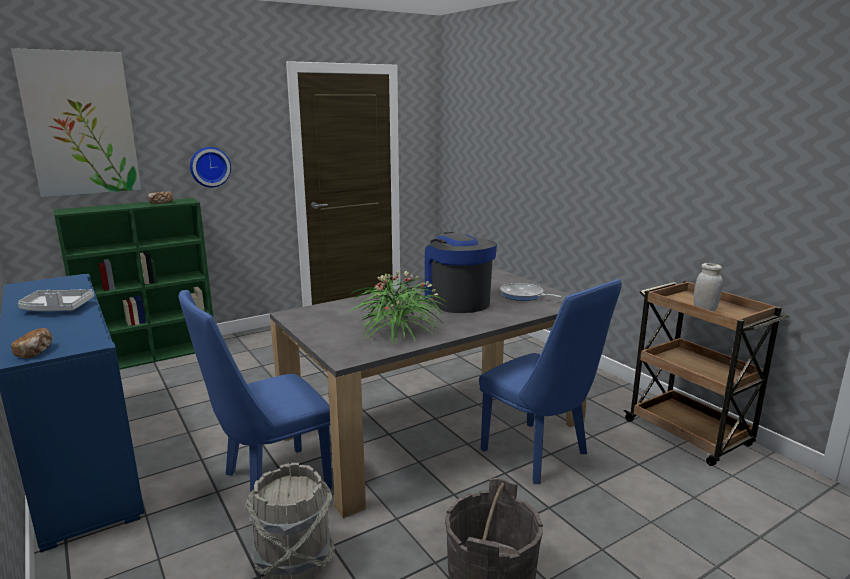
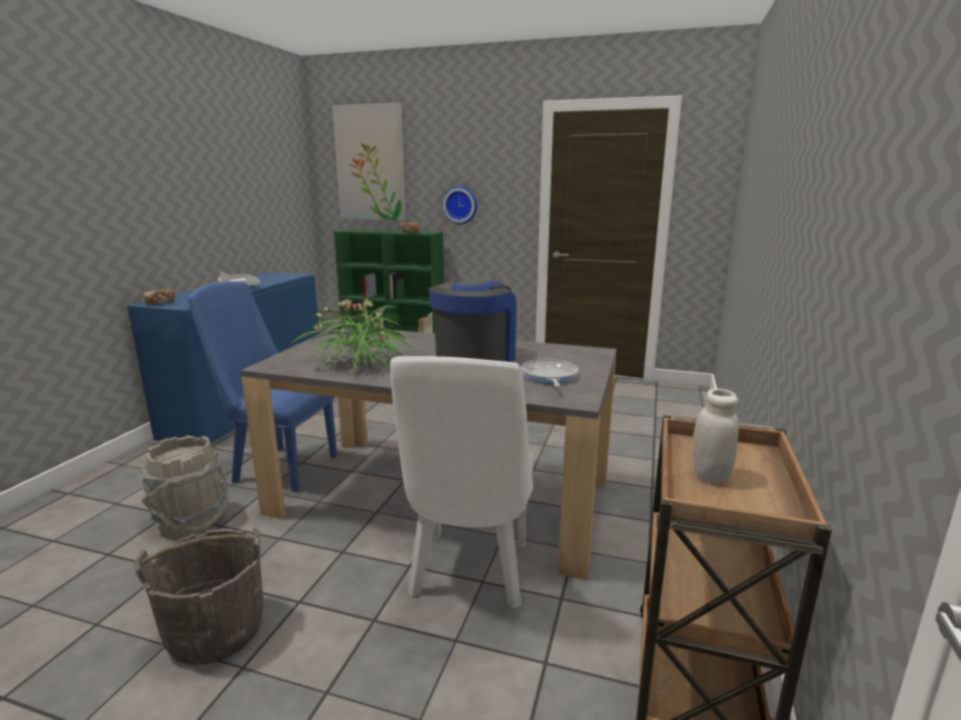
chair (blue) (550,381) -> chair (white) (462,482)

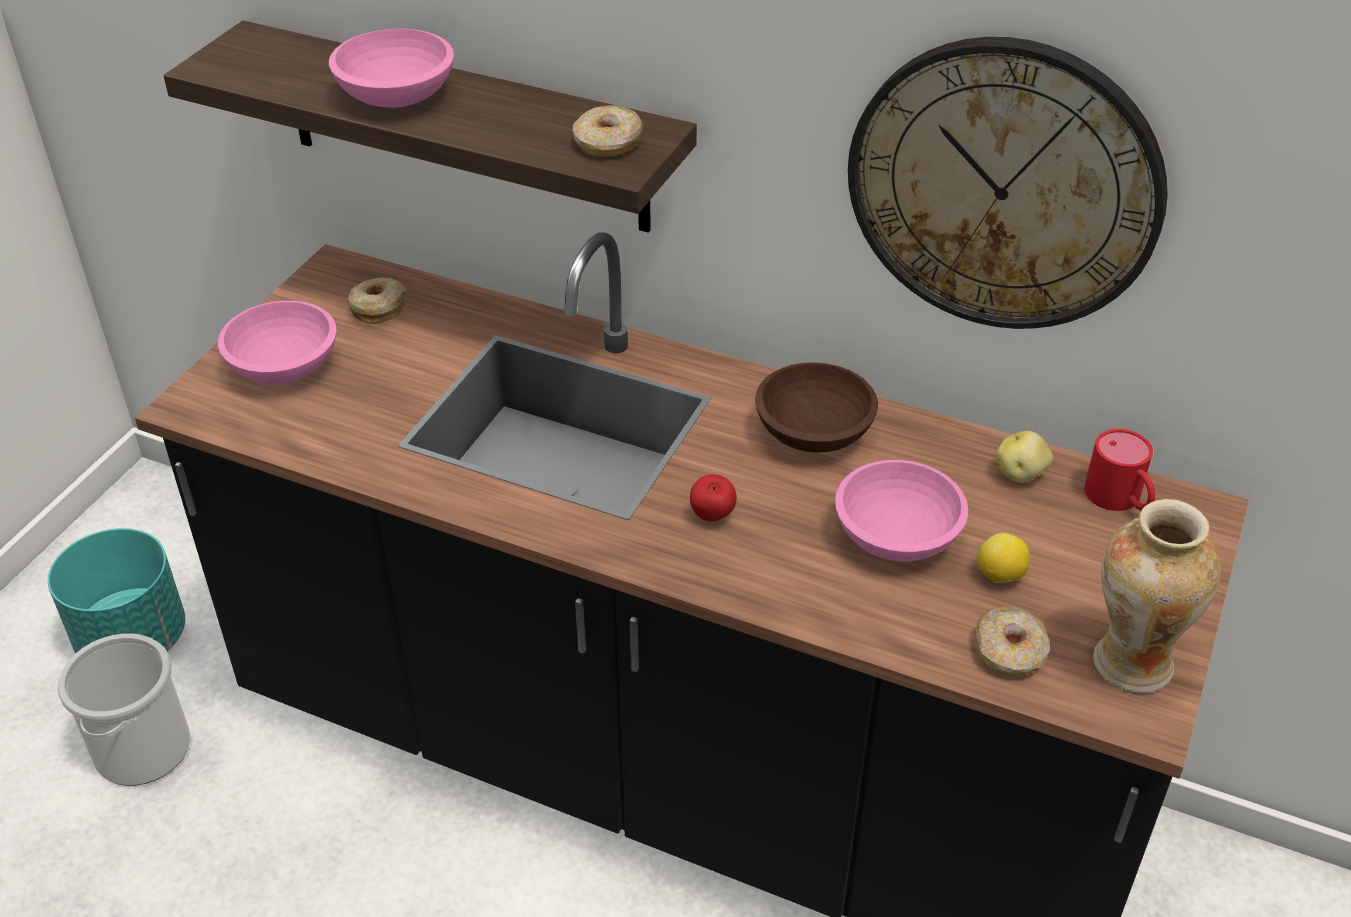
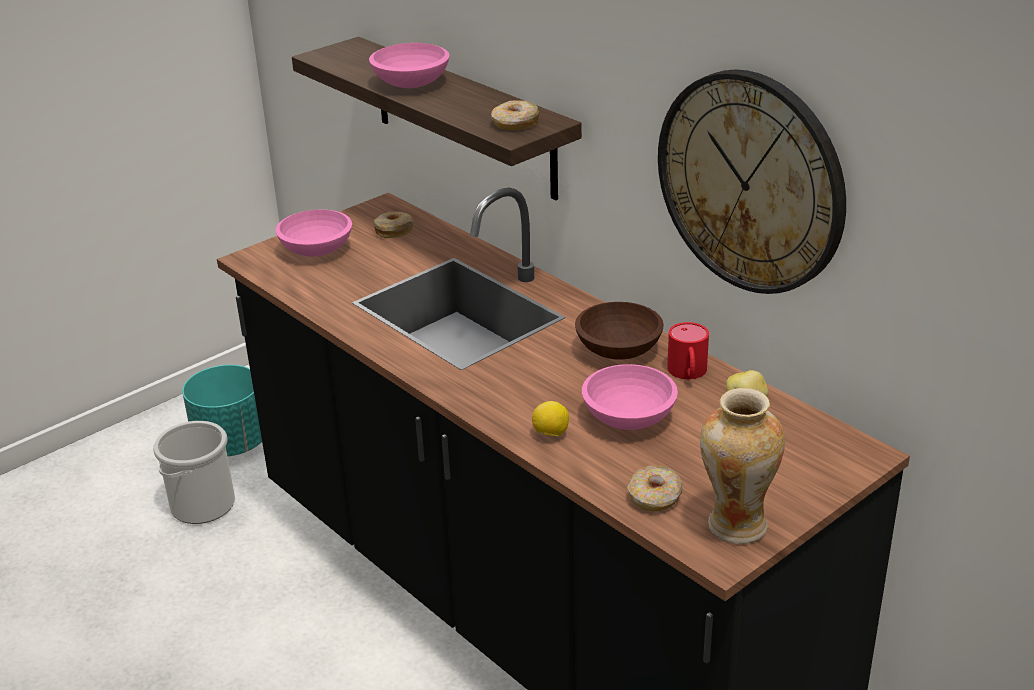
mug (red) (1119,470) -> mug (red) (688,350), move
apple (713,498) -> none
lemon (1003,558) -> lemon (550,418), move

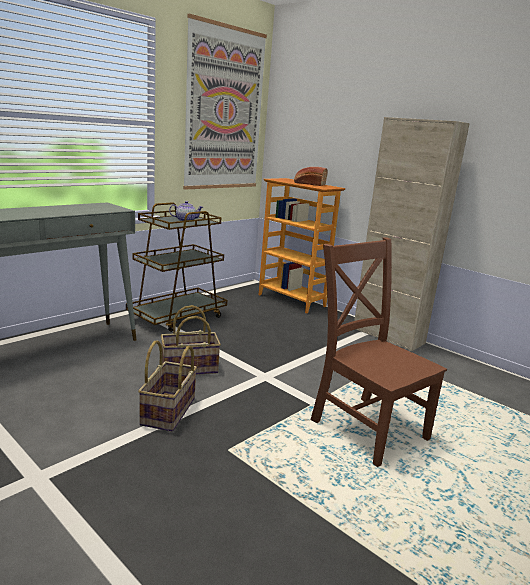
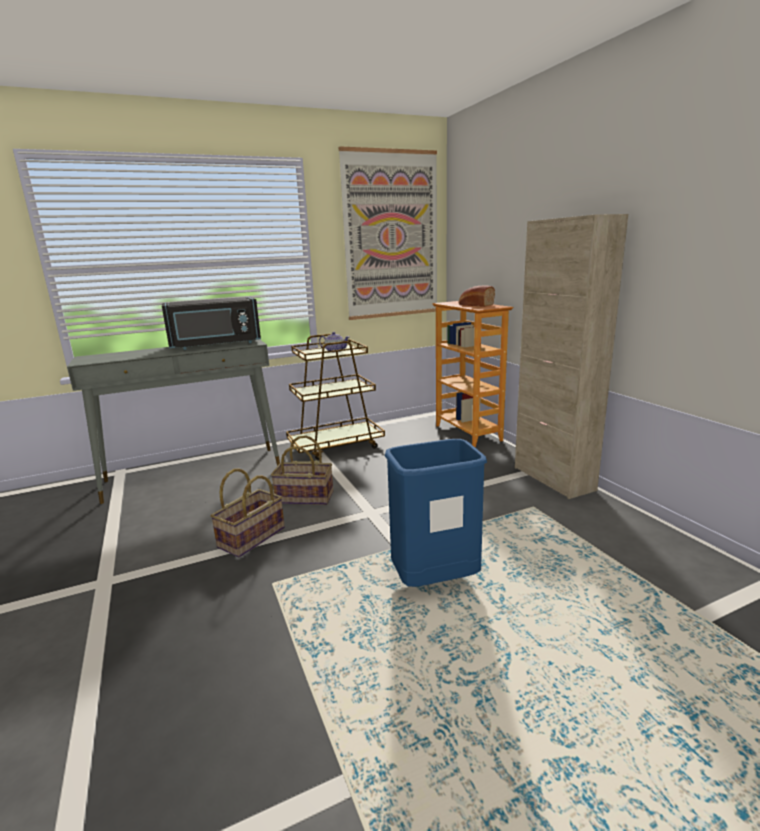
chair (brown) (379,352) -> trash can (blue) (436,513)
none -> microwave (black) (211,323)

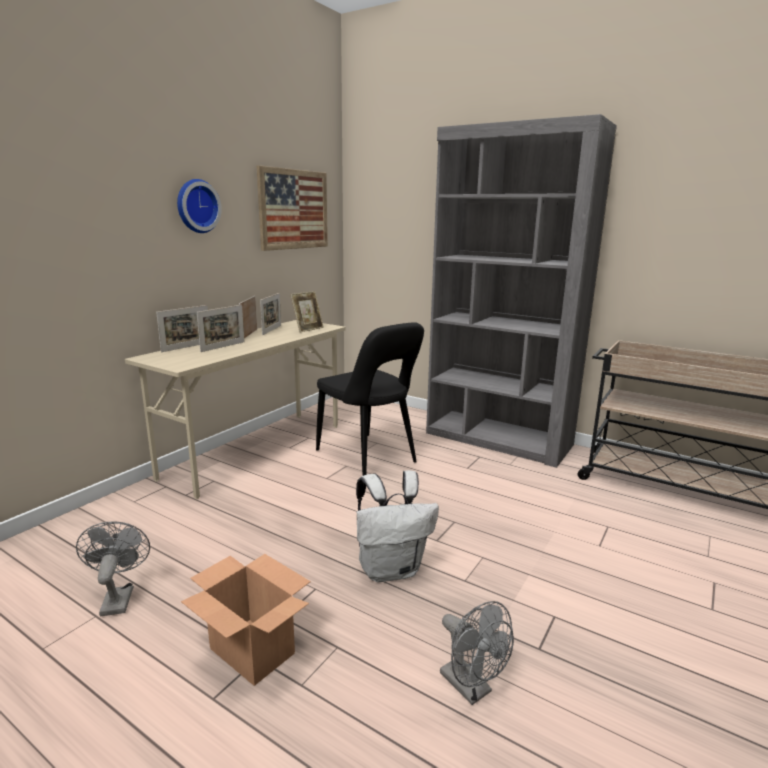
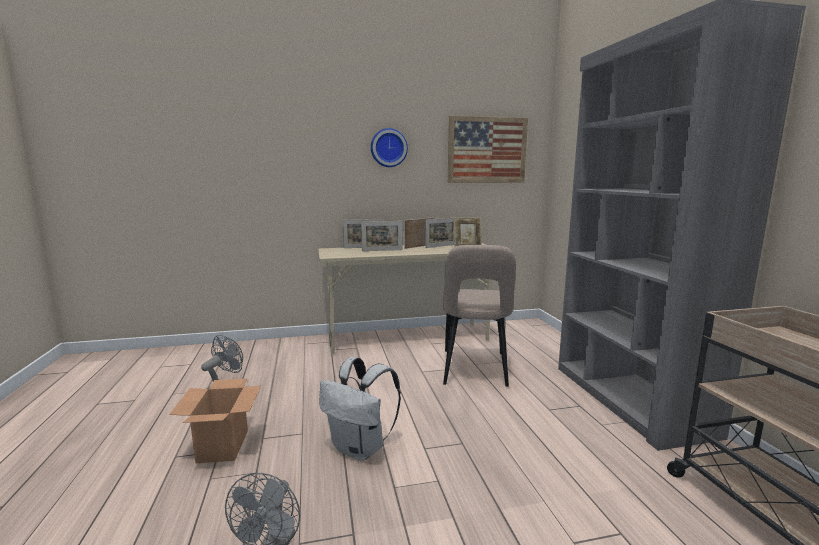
chair (black) (370,399) -> chair (beige) (479,316)

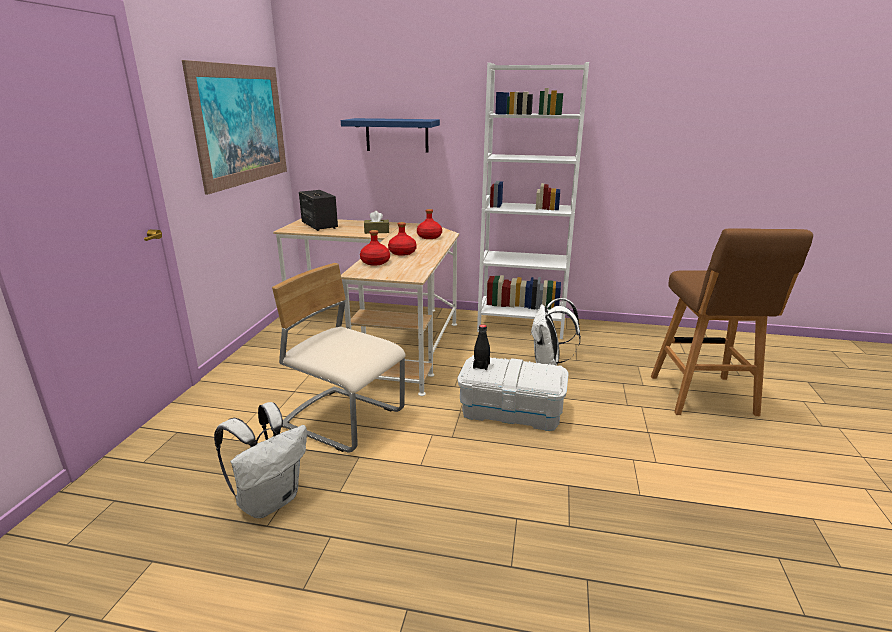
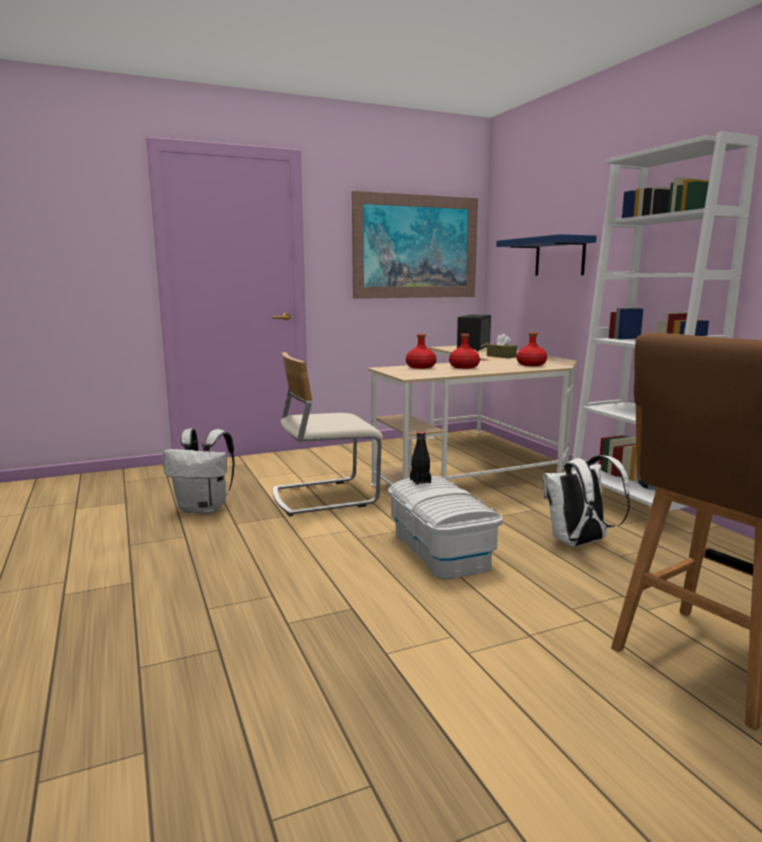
chair (beige) (339,358) -> chair (beige) (328,434), 105 degrees counterclockwise

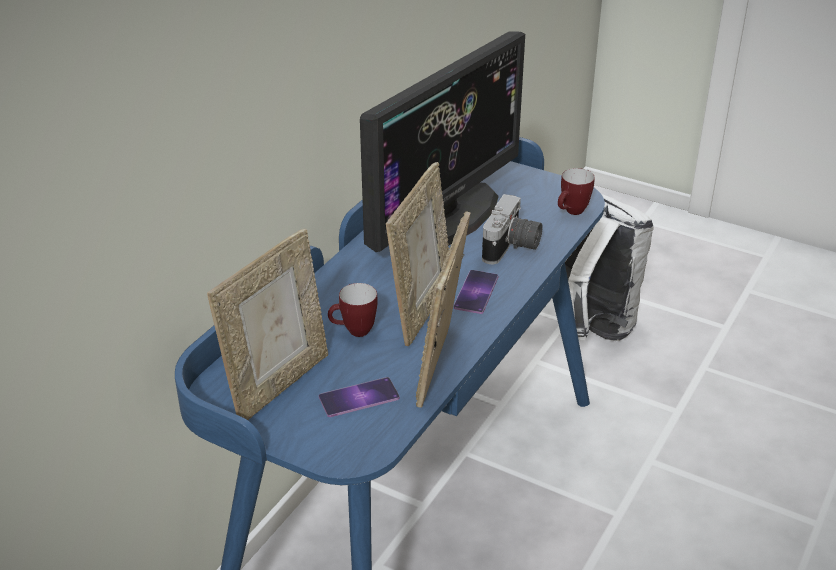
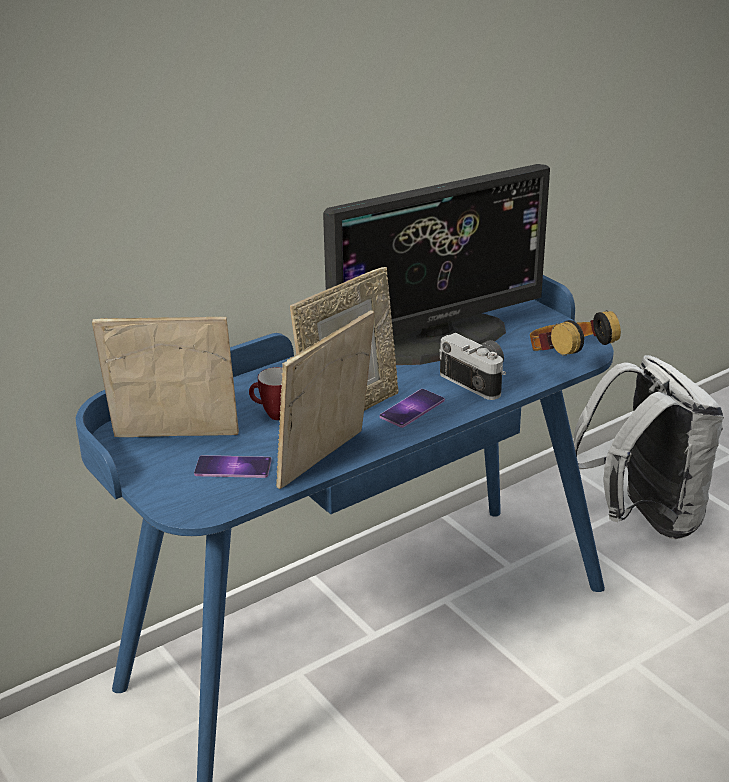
mug (576,191) -> headphones (575,333)
photo camera (512,229) -> photo camera (472,366), 90 degrees counterclockwise
picture frame (267,324) -> picture frame (165,377), 150 degrees counterclockwise

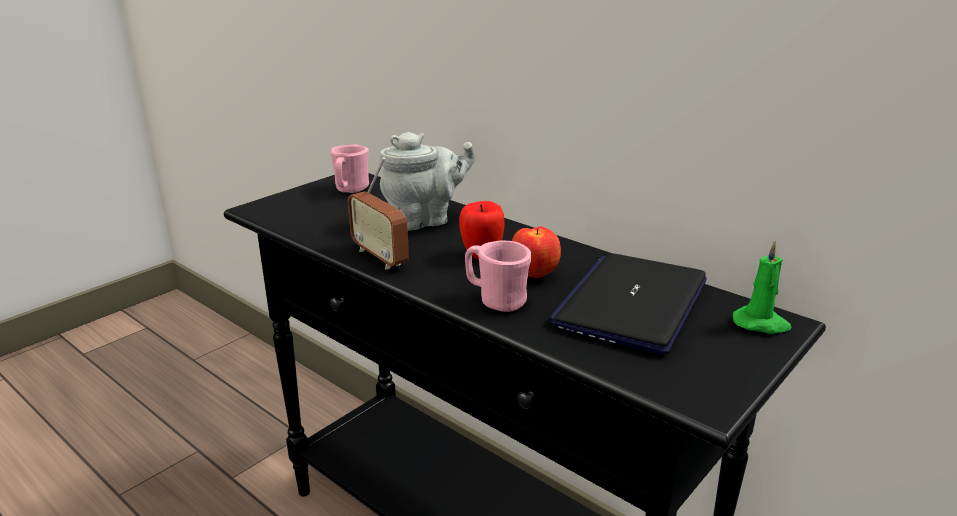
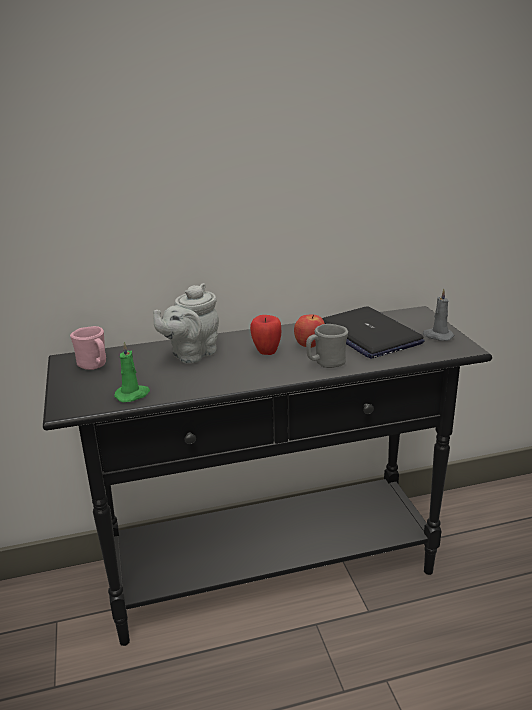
teapot (grey) (427,181) -> teapot (grey) (186,323), 150 degrees counterclockwise
radio (378,213) -> none
mug (pink) (498,276) -> mug (grey) (327,346)
candle (green) (762,287) -> candle (green) (132,372), move
none -> candle (grey) (439,315)

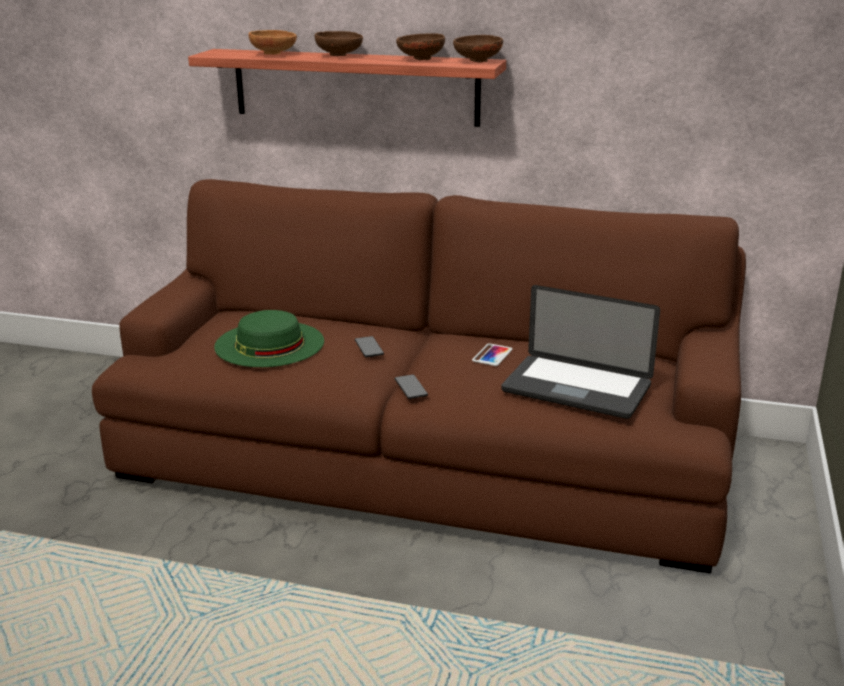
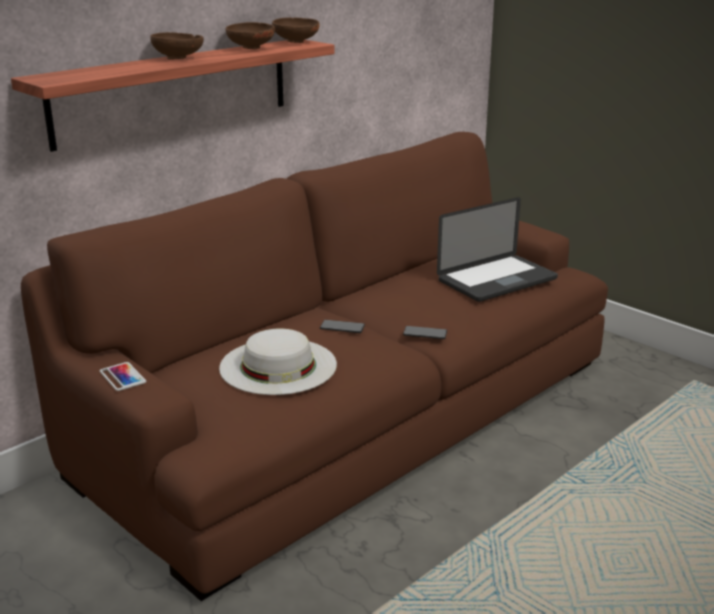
bowl (brown) (273,42) -> none
hat (green) (269,338) -> hat (white) (278,362)
phone (492,354) -> phone (123,376), move

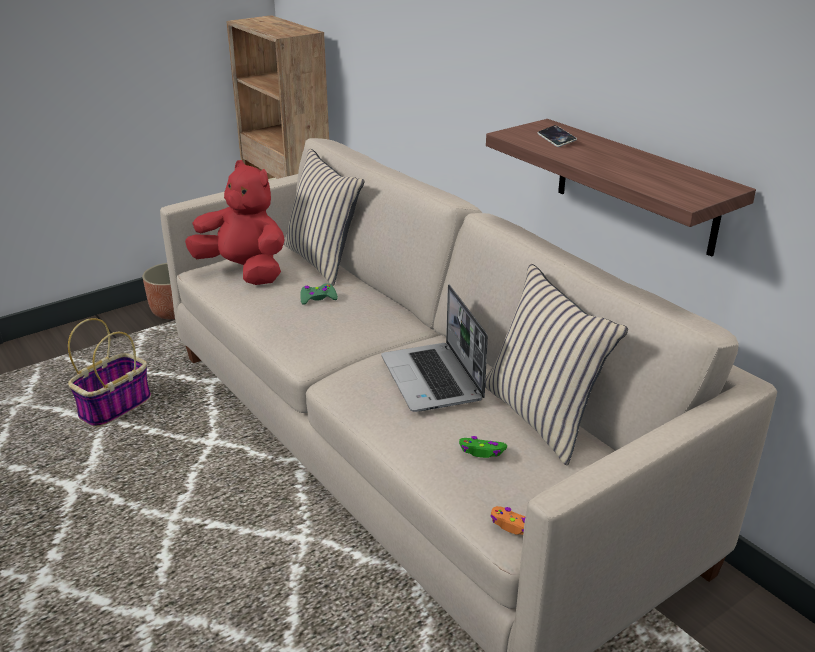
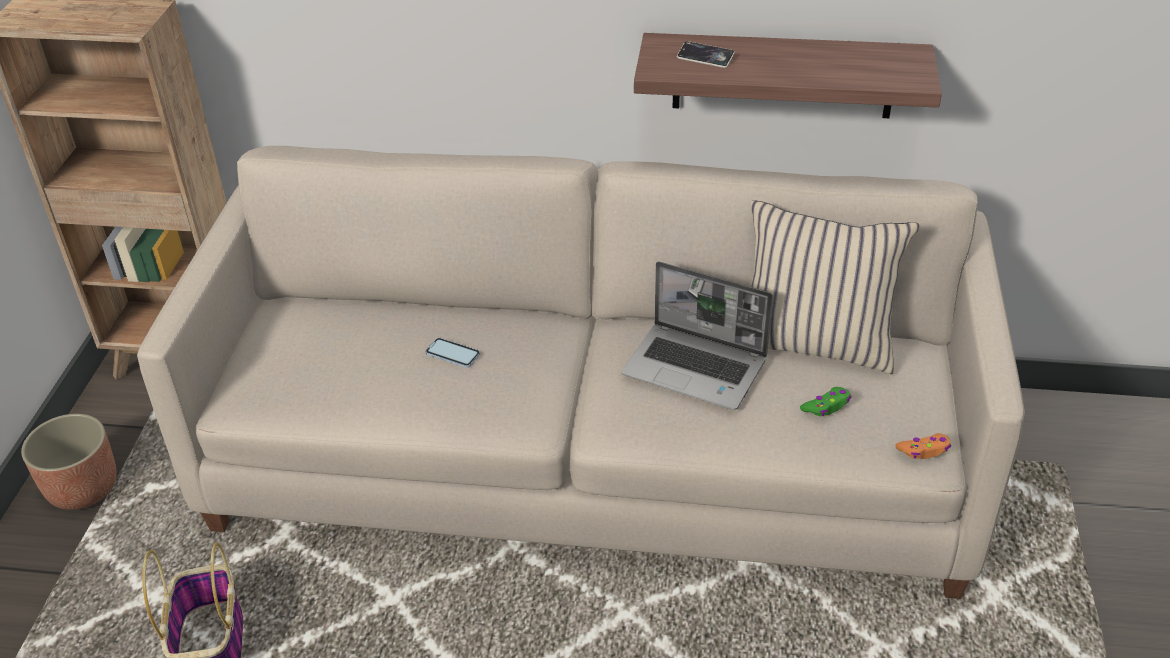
pillow (beige) (323,217) -> none
plush toy (red) (235,222) -> none
game controller (green) (319,294) -> phone (453,353)

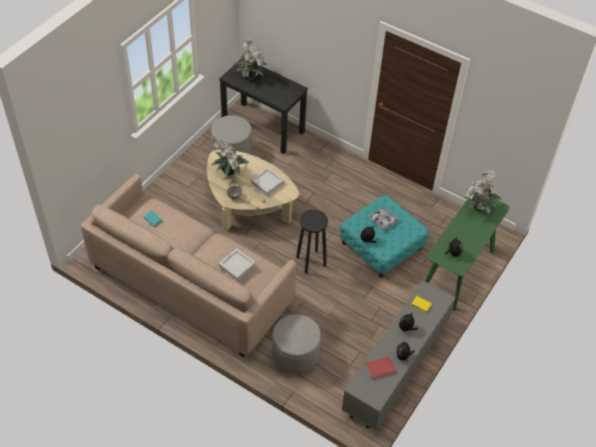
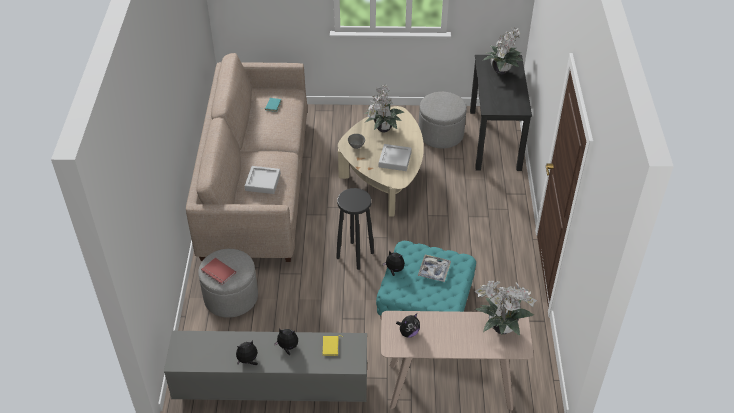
console table (green) (467,254) -> console table (beige) (457,361)
book (red) (381,367) -> book (red) (218,271), move

